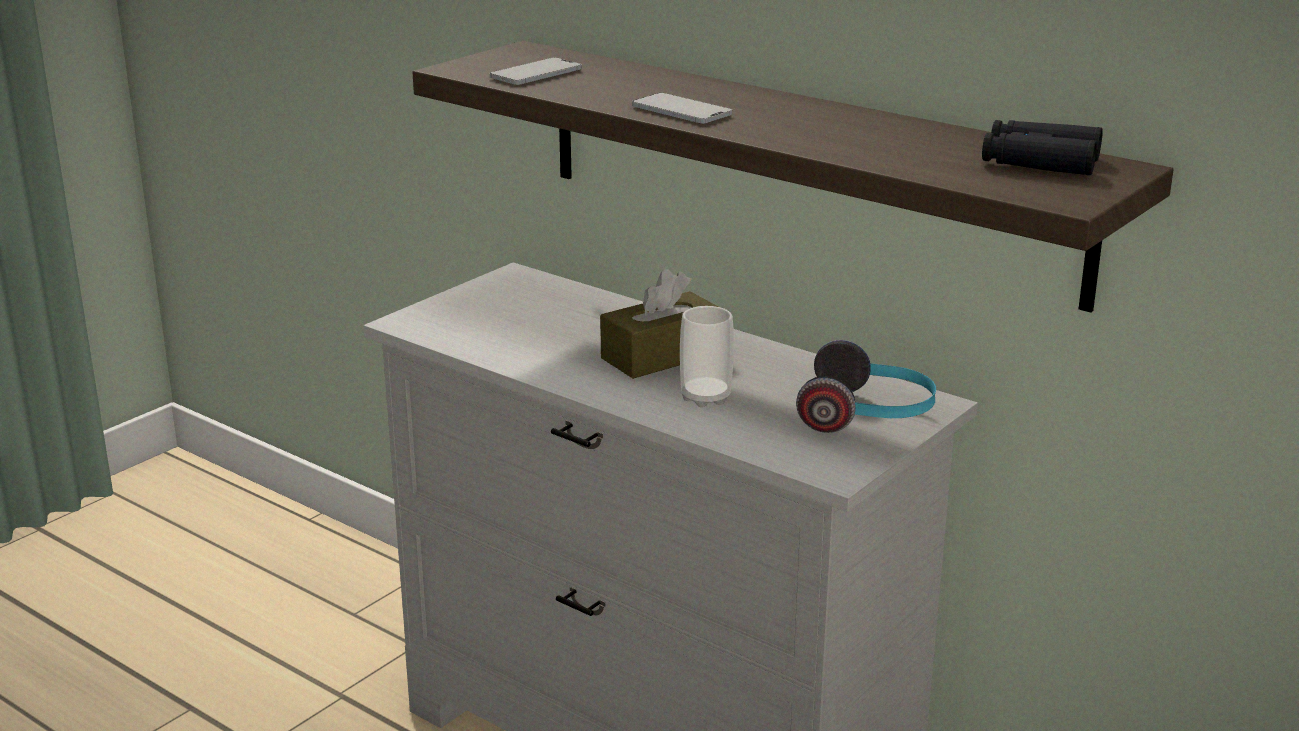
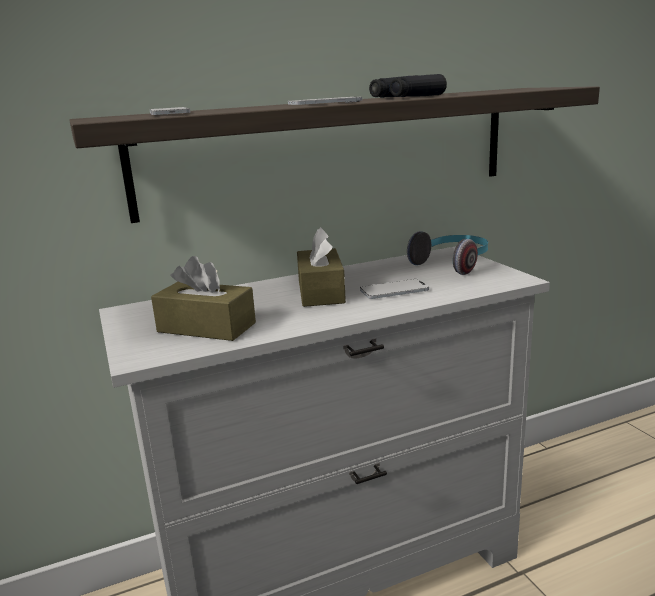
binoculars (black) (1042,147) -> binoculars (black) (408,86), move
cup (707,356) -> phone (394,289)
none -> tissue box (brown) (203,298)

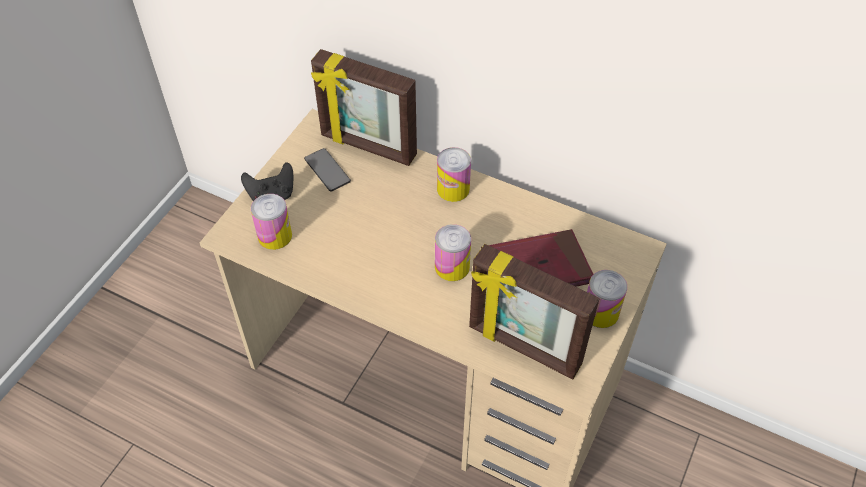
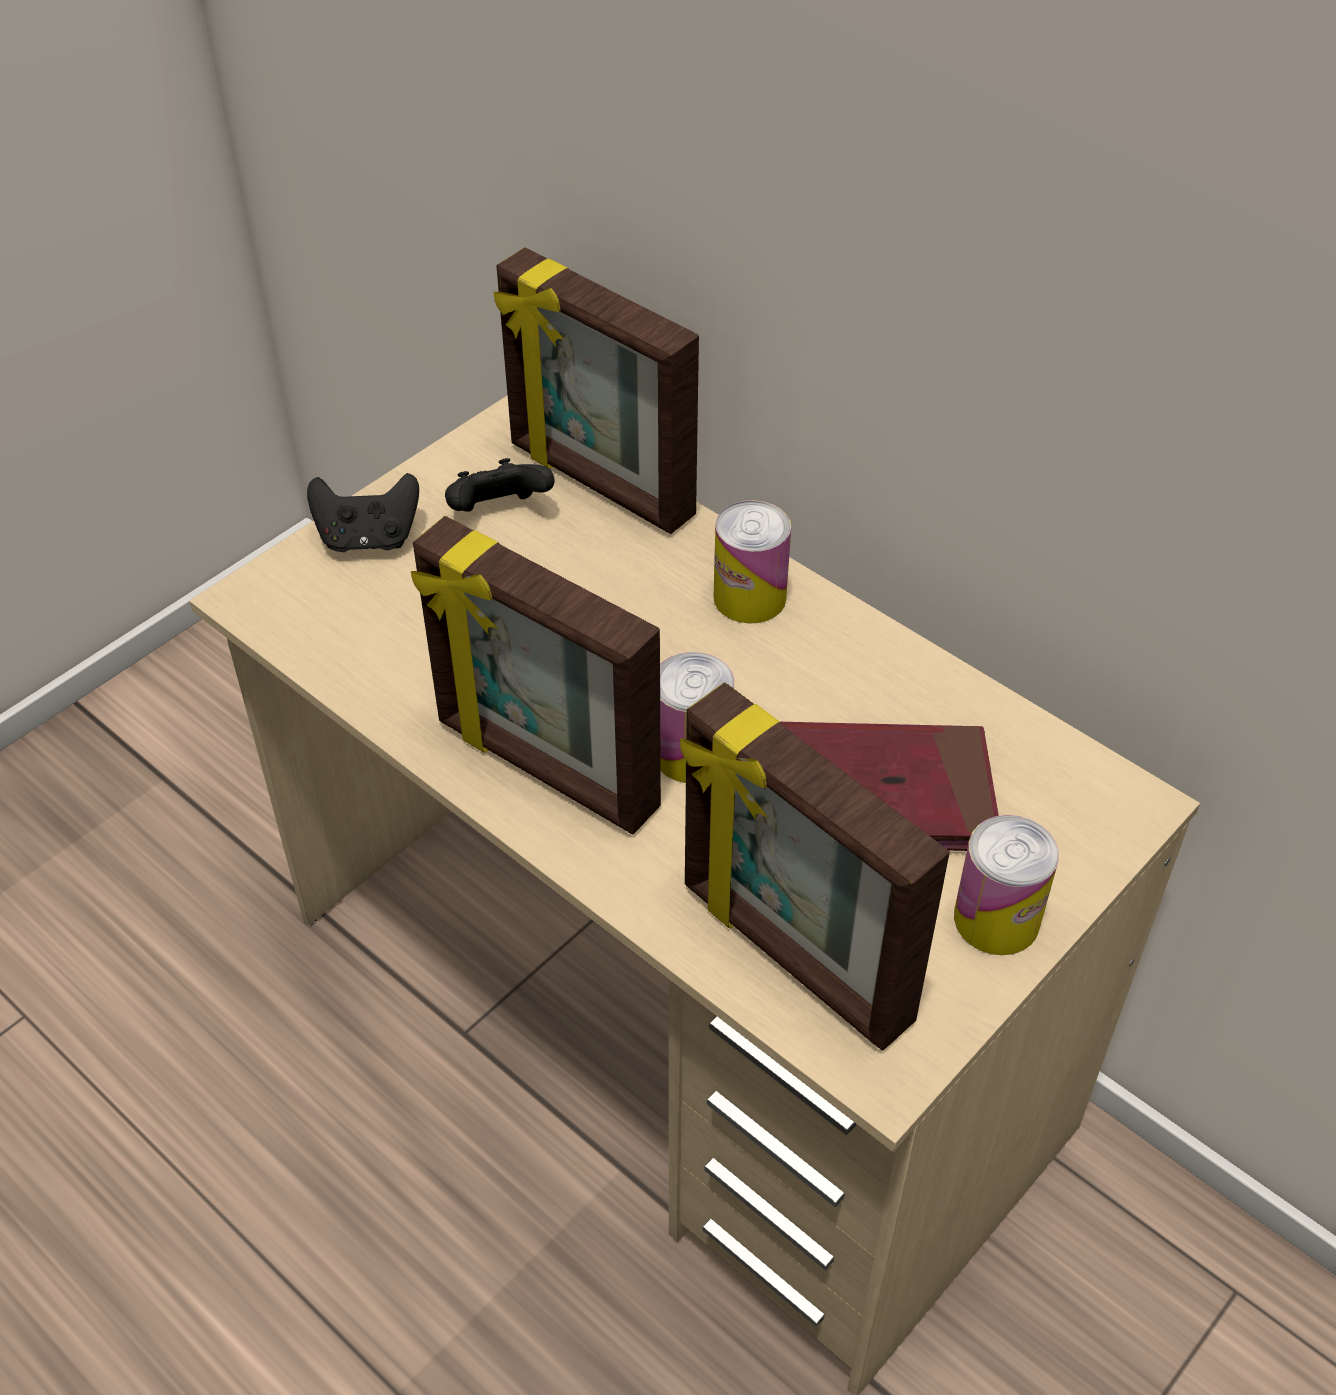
phone (327,170) -> game controller (black) (499,485)
can (271,222) -> none
none -> picture frame (536,675)

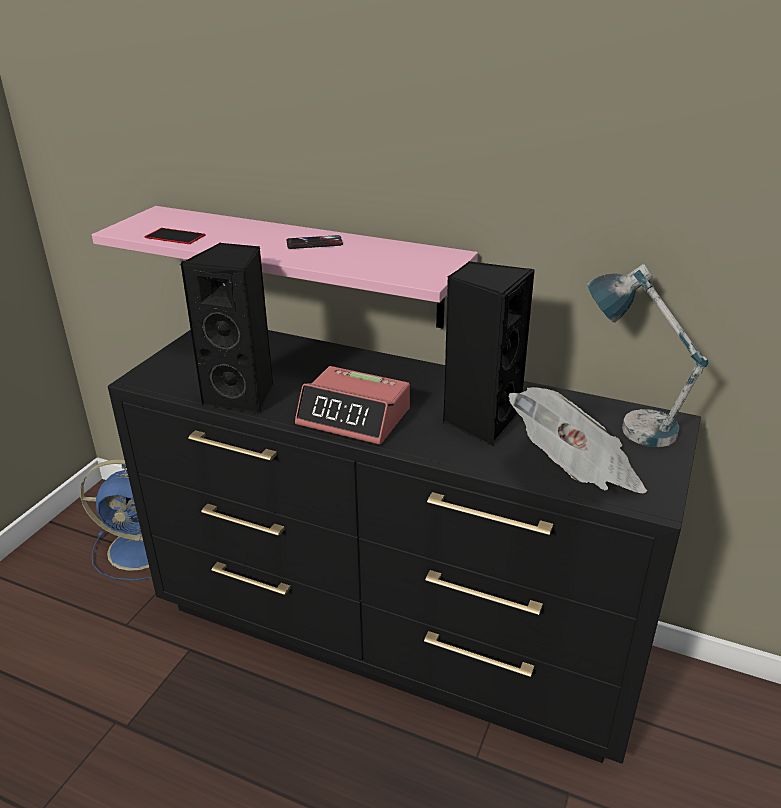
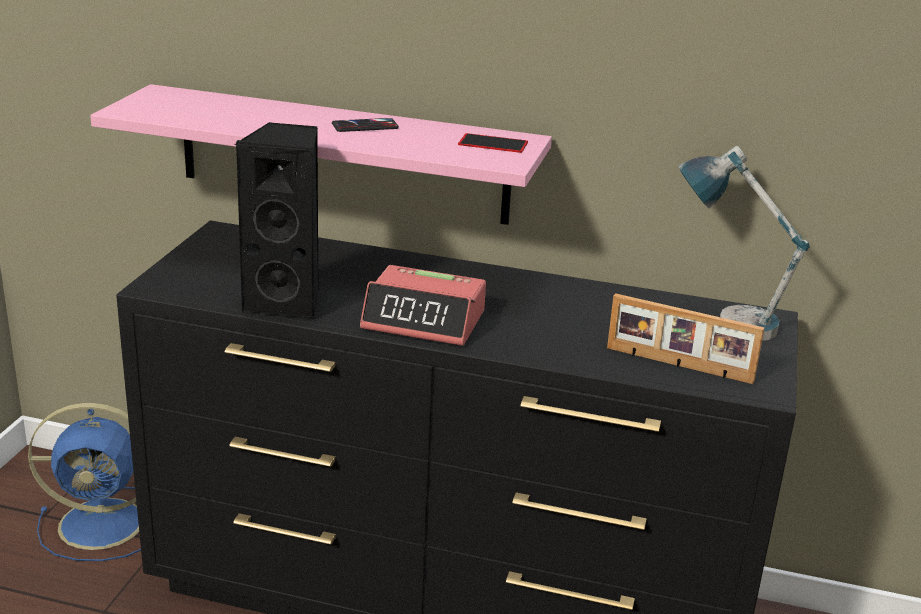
phone (175,236) -> phone (493,143), move
speaker (black) (489,353) -> none
newspaper (578,440) -> picture frame (686,338)

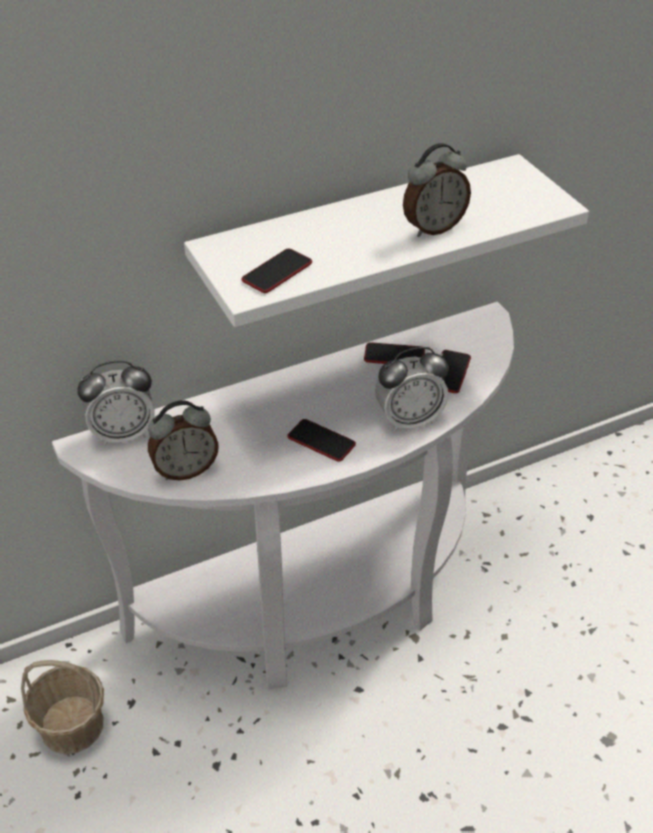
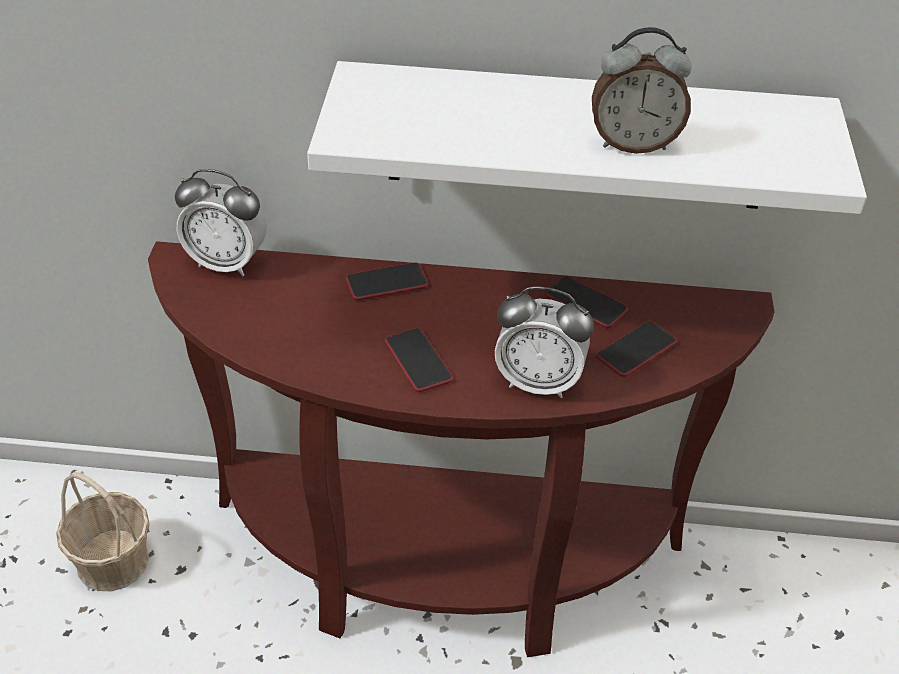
phone (277,270) -> phone (387,281), move
console table (white) (283,496) -> console table (brown) (461,449)
alarm clock (183,441) -> none

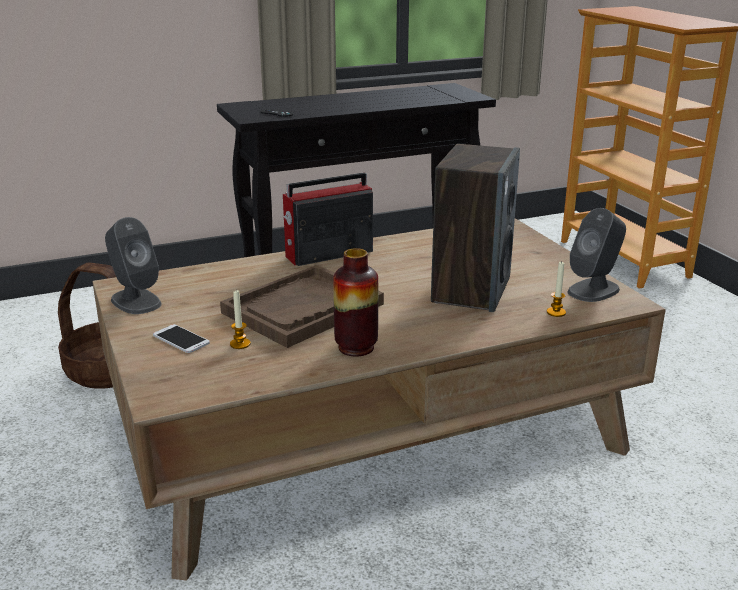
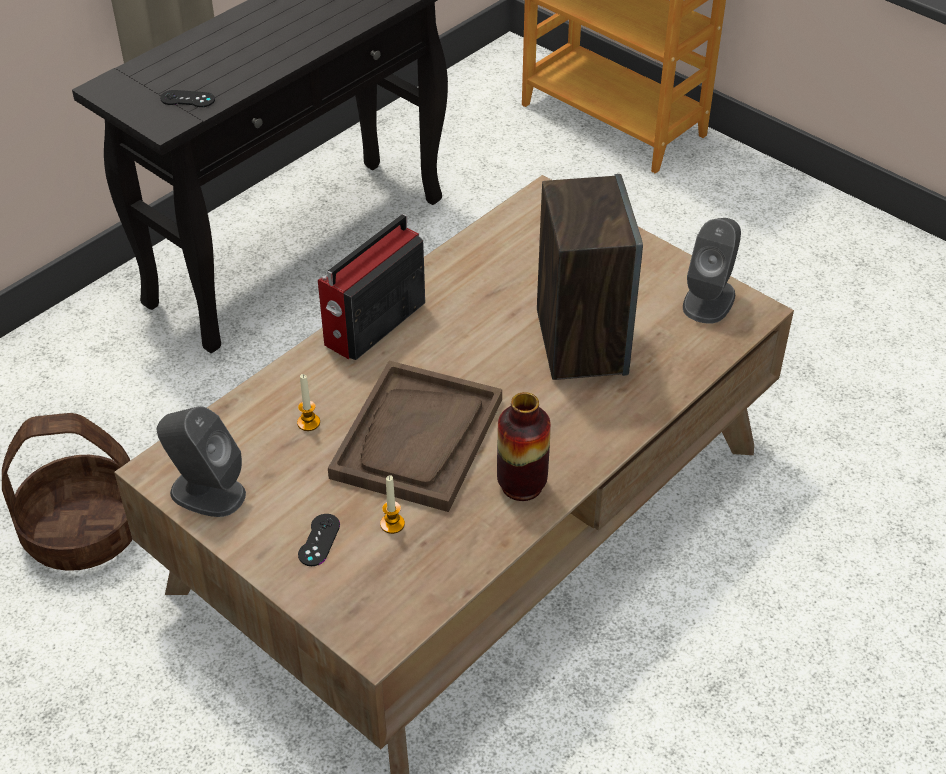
candle (556,289) -> candle (308,402), move
phone (181,338) -> game controller (black) (319,540)

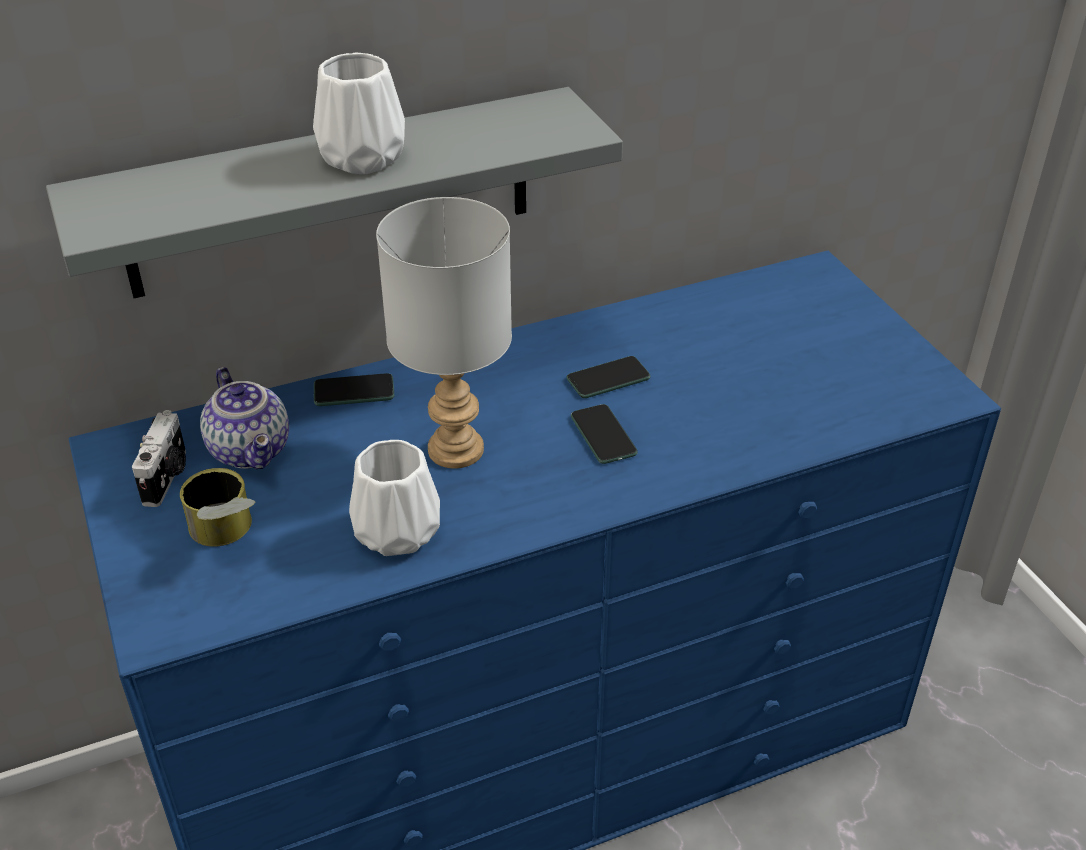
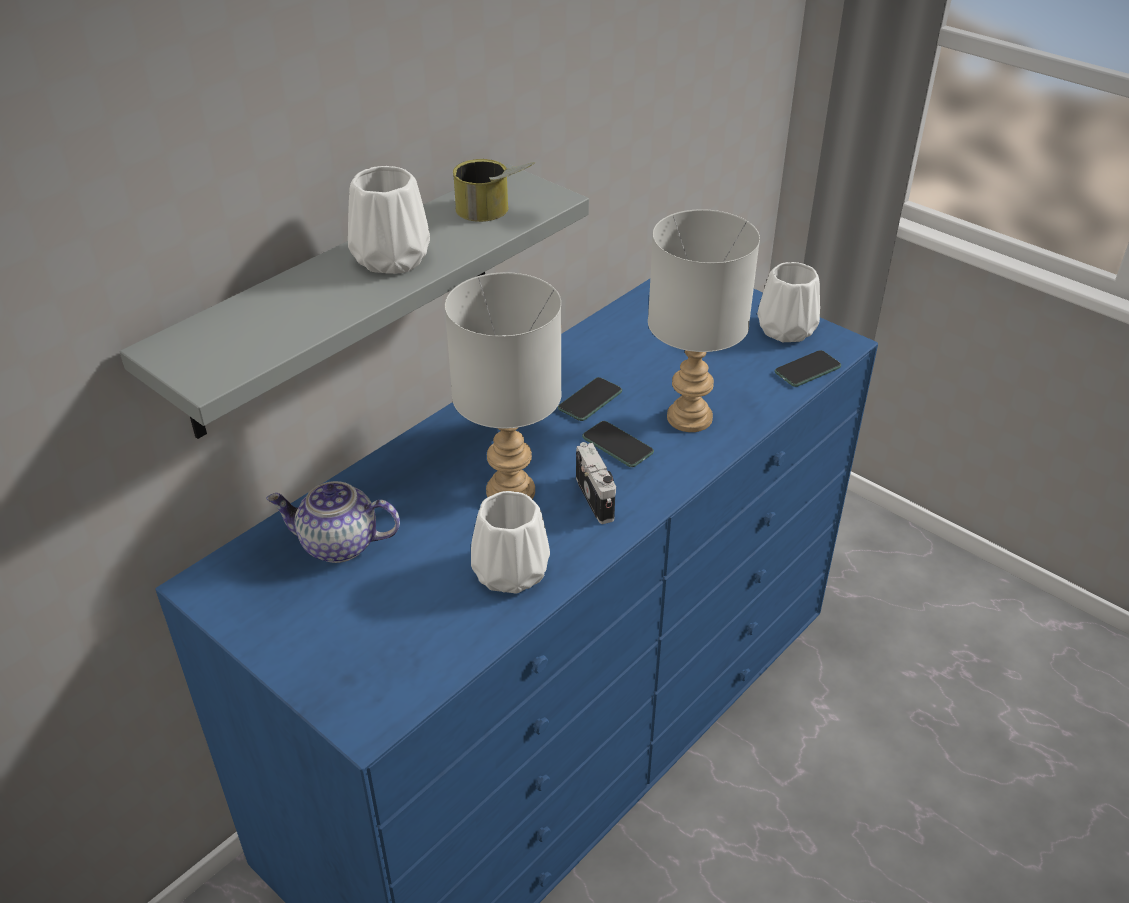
teapot (244,418) -> teapot (333,522), 150 degrees clockwise
phone (354,389) -> phone (808,368), move
photo camera (159,458) -> photo camera (596,483), move
can (217,507) -> can (494,190), move
none -> table lamp (grey) (704,320)
none -> vase (white) (788,302)

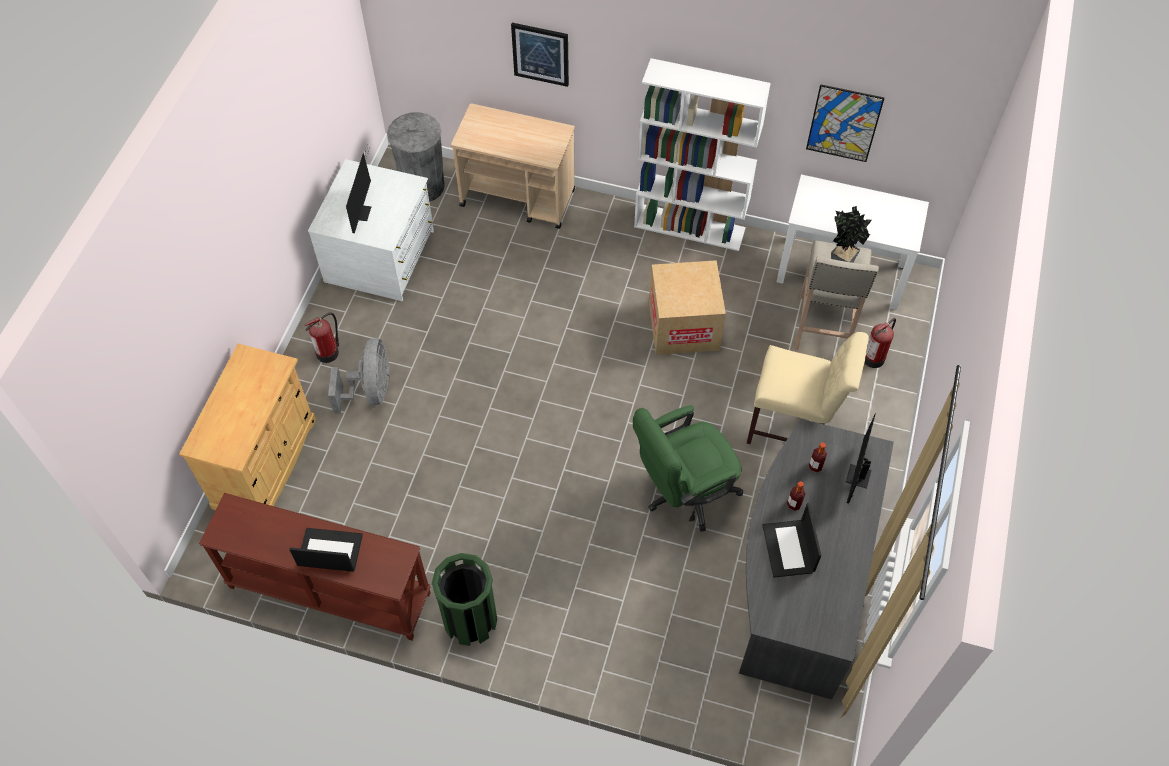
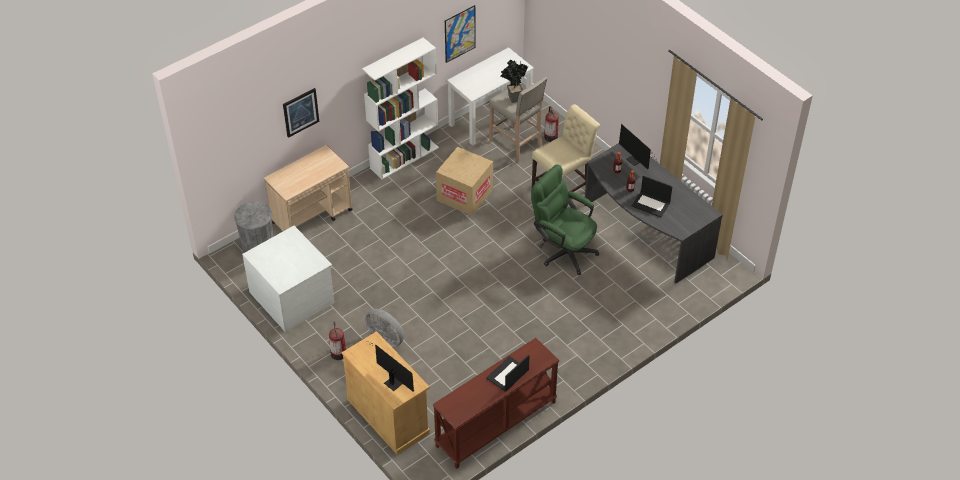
monitor (358,188) -> monitor (391,366), move
office chair (green) (688,468) -> office chair (green) (565,219), 120 degrees clockwise
trash can (green) (464,599) -> none

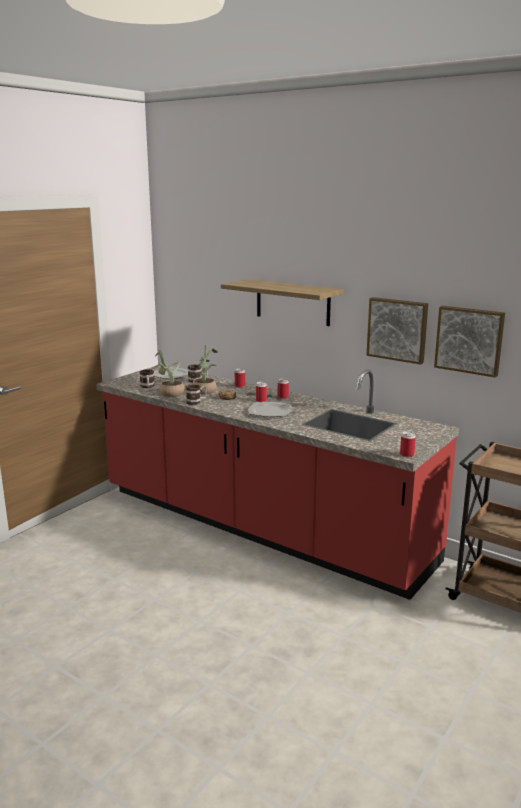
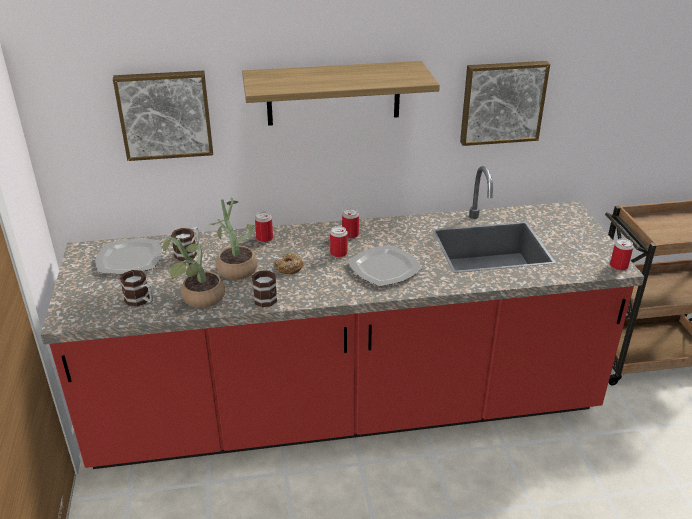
picture (469,341) -> picture (163,116), move

